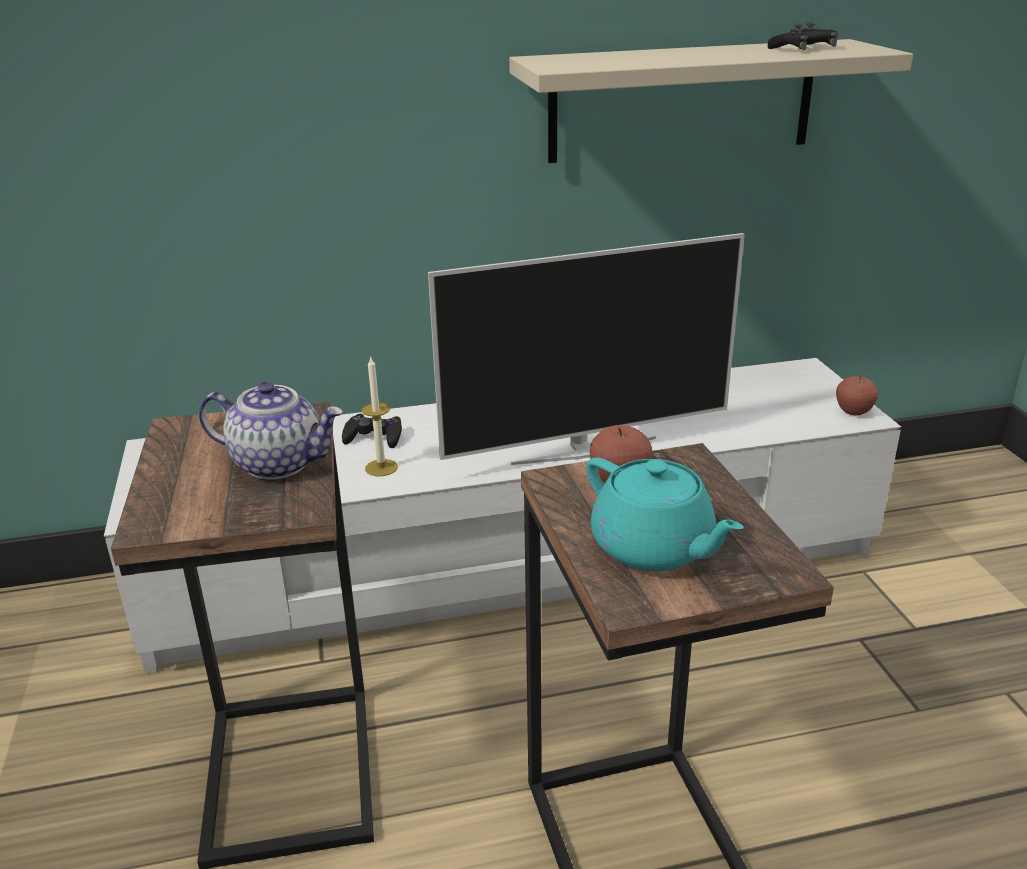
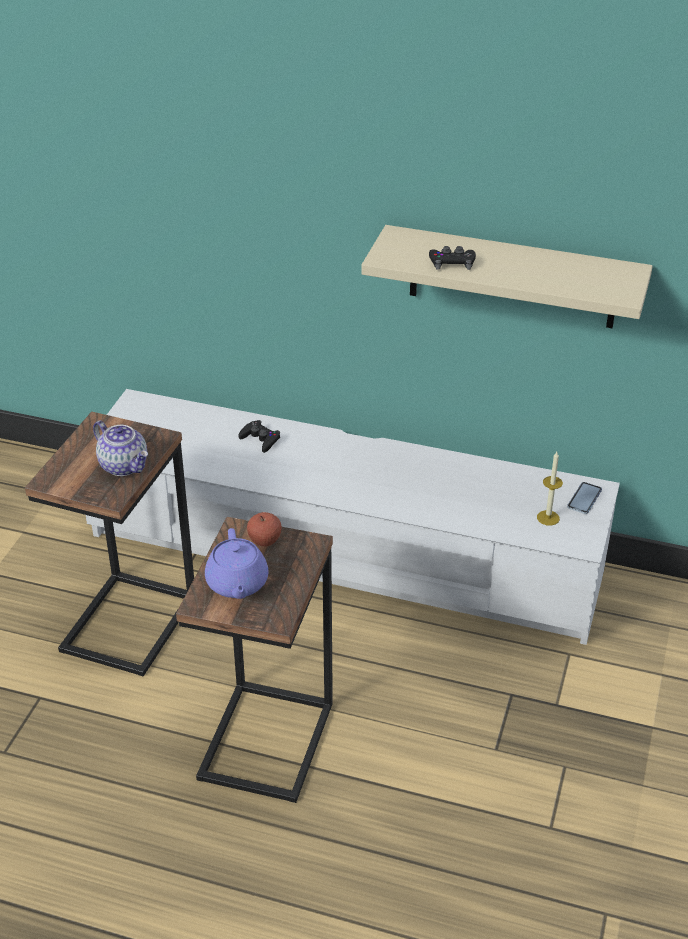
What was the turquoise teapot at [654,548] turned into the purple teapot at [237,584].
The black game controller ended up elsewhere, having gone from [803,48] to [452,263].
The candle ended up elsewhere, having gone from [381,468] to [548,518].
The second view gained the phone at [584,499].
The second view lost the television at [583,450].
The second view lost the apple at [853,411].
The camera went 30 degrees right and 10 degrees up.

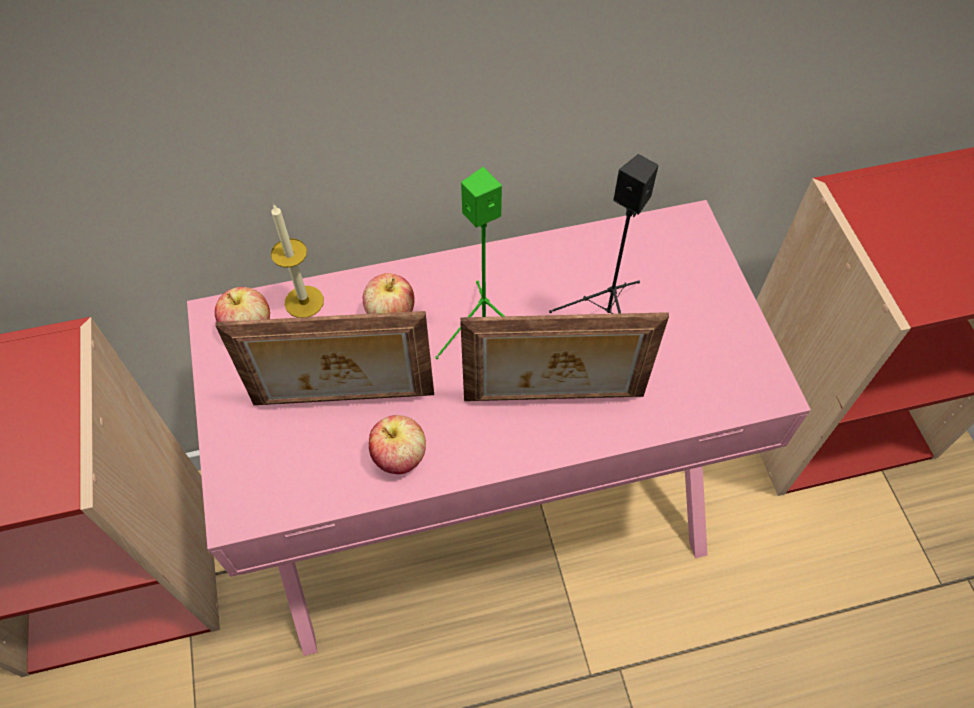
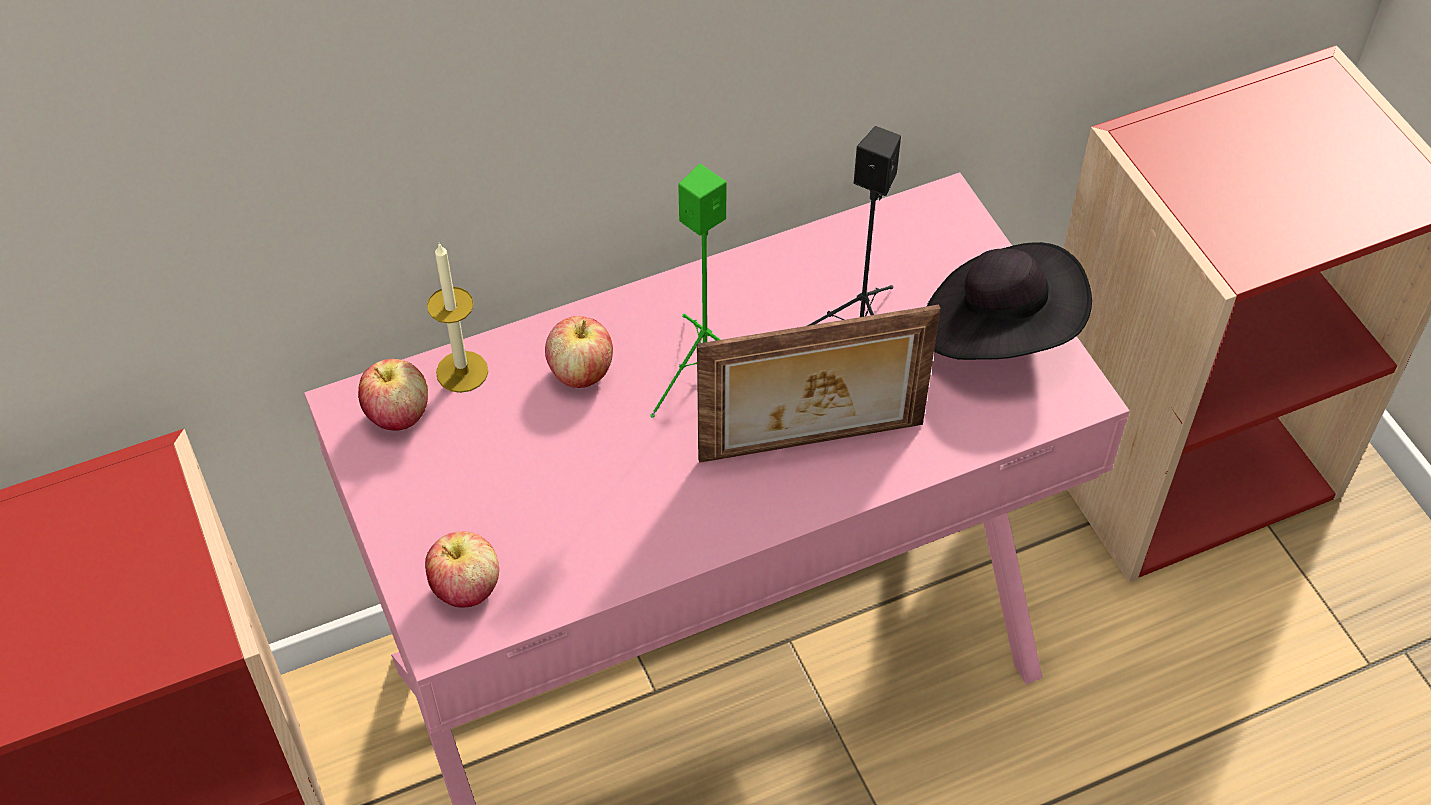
The apple ended up elsewhere, having gone from [399,457] to [466,589].
The second view gained the black hat at [999,331].
The second view lost the picture frame at [344,401].
The camera went 10 degrees left and 5 degrees down.

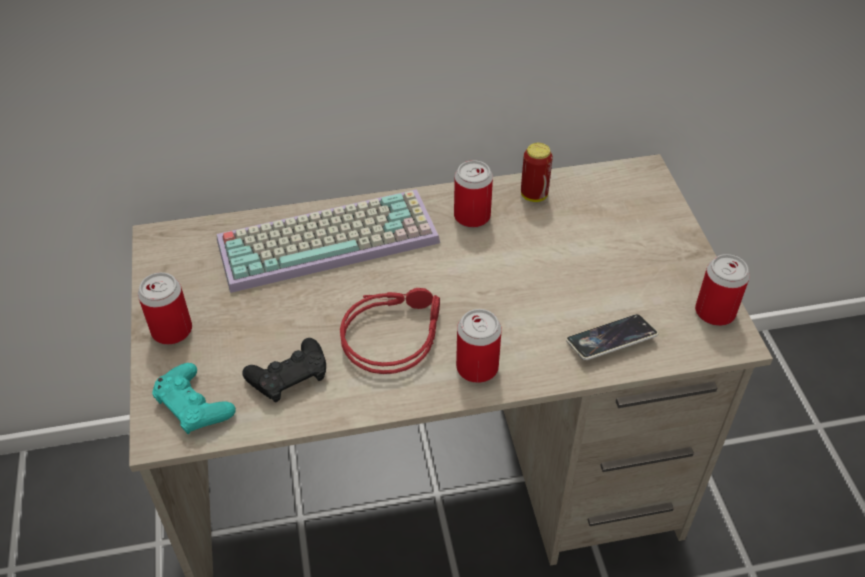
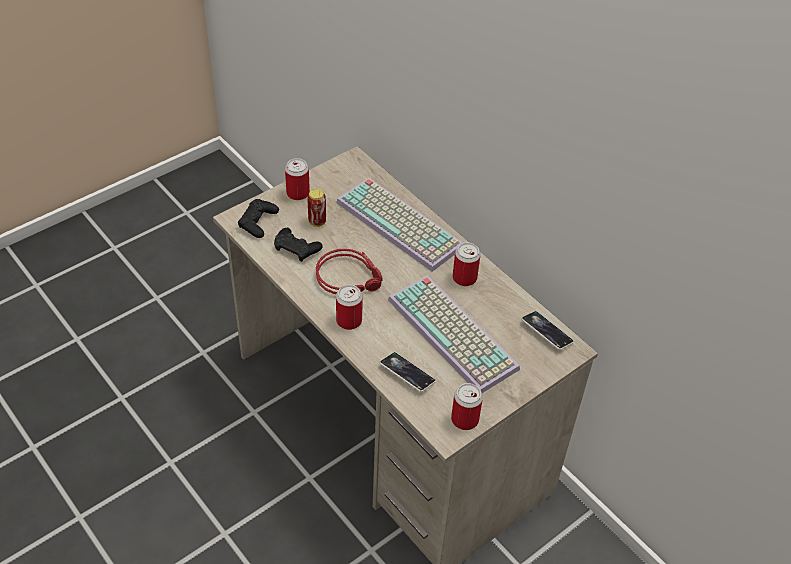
What was the turquoise game controller at [193,405] turned into the black game controller at [258,222].
The can ended up elsewhere, having gone from [534,195] to [317,222].
The second view gained the keyboard at [455,334].
The second view gained the phone at [546,332].
The camera went 60 degrees right and 0 degrees up.

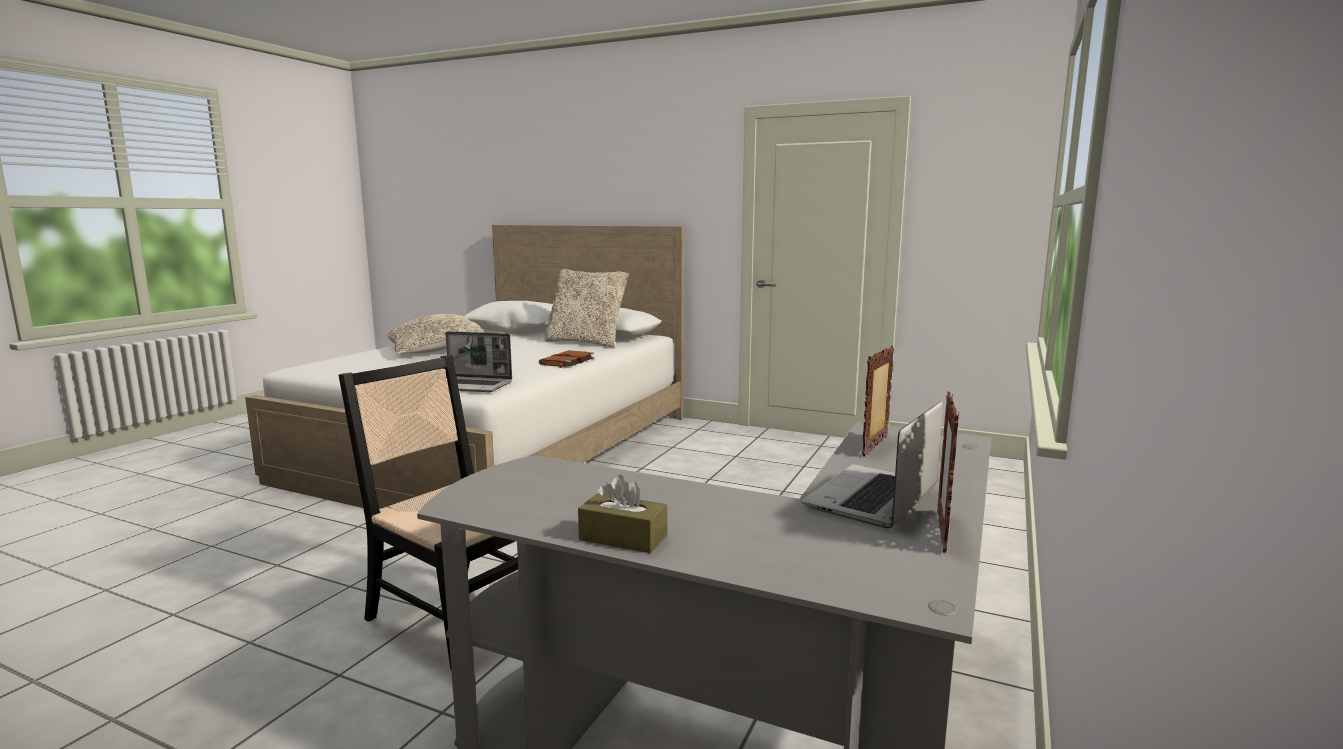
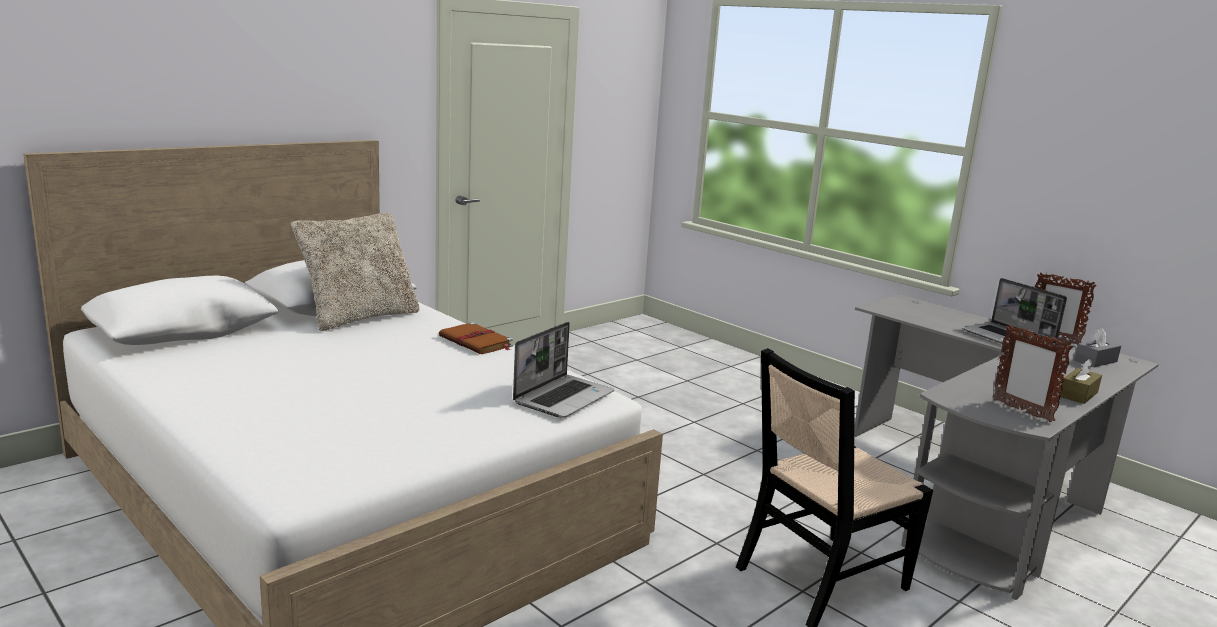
The picture frame ended up elsewhere, having gone from [876,446] to [1021,411].
The second view gained the grey tissue box at [1095,361].
The second view lost the beige pillow at [435,349].
The camera went 70 degrees left and 5 degrees up.

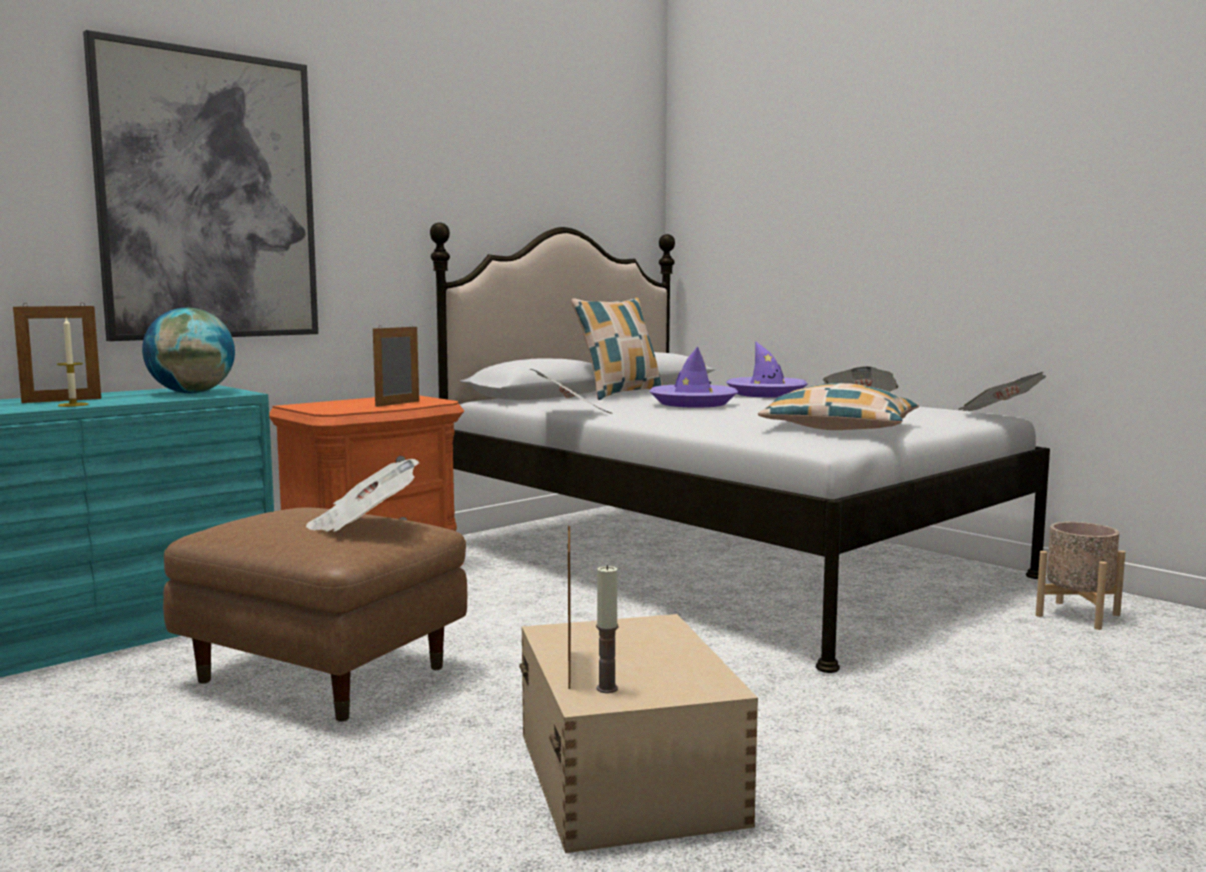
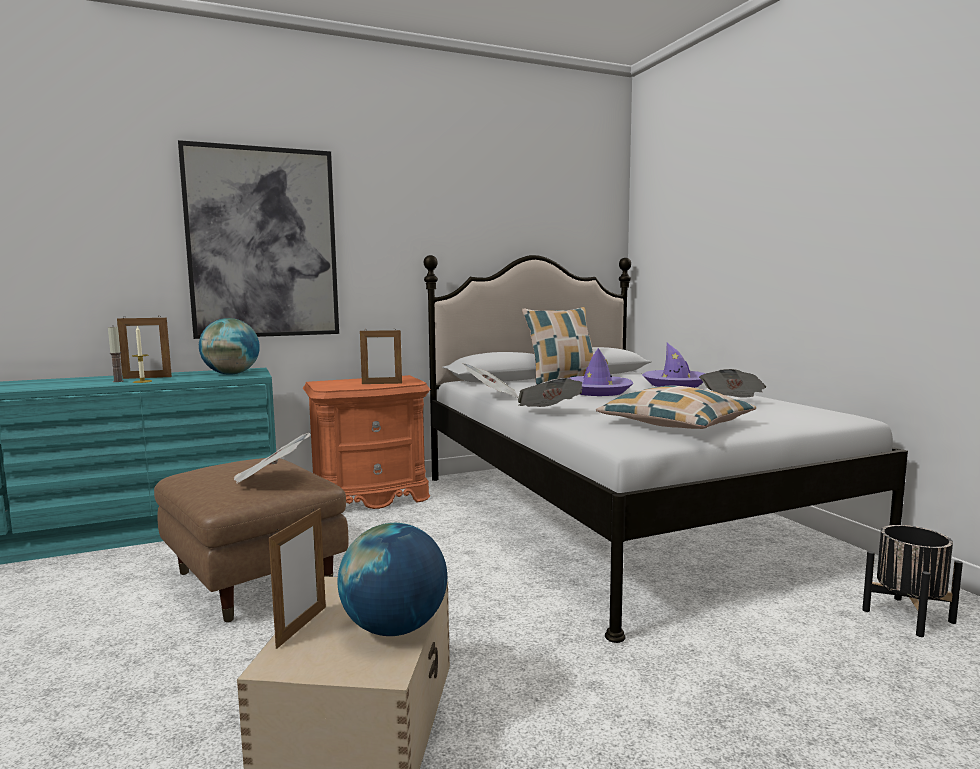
The candle ended up elsewhere, having gone from [607,688] to [118,381].
The second view gained the globe at [394,628].
The picture frame at [397,404] ended up facing another way, 150 degrees counterclockwise from before.
The newspaper ended up elsewhere, having gone from [999,415] to [549,412].
What was the beige planter at [1077,615] turned into the black planter at [907,616].
The camera went 20 degrees right and 0 degrees up.

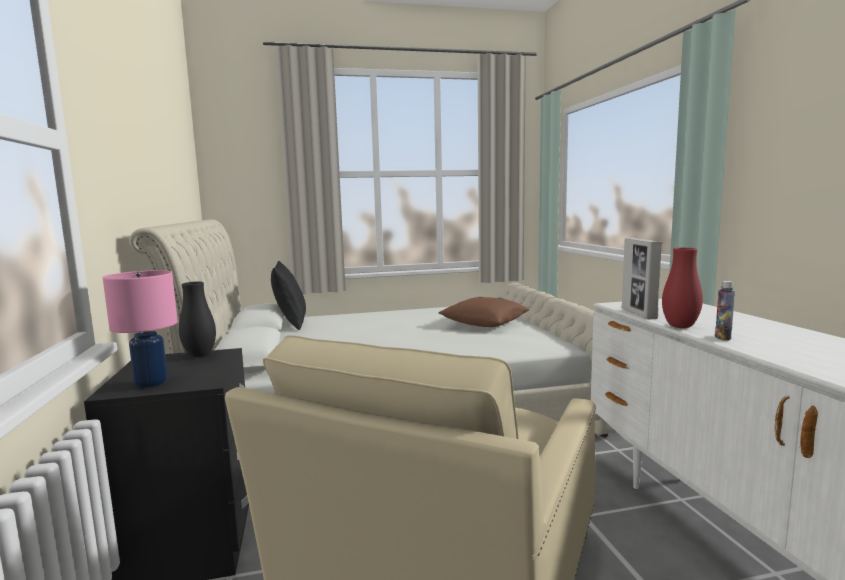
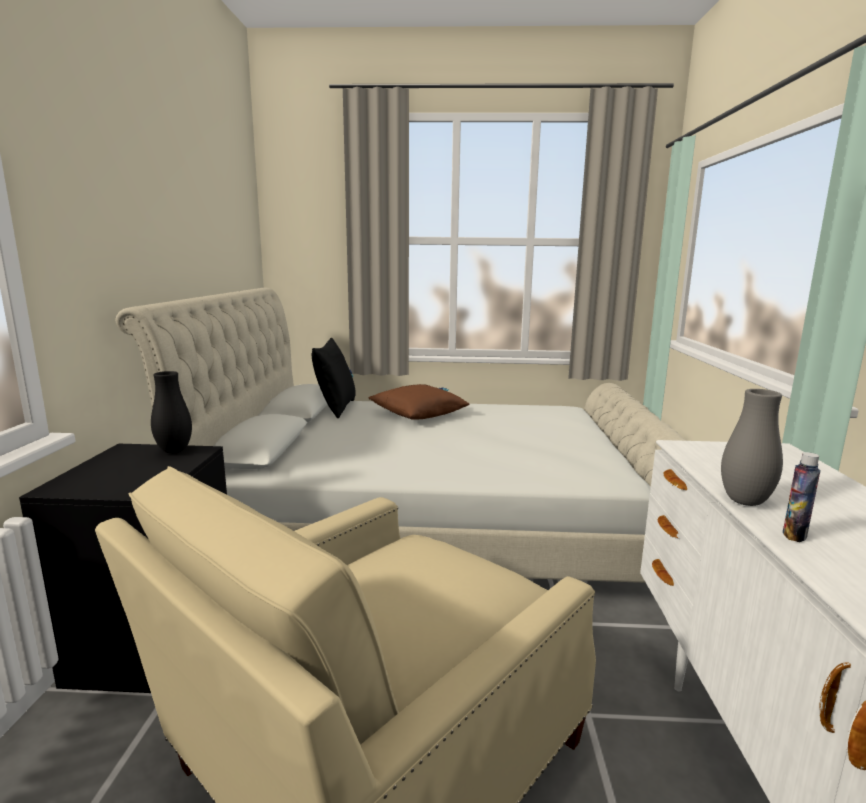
The brown pillow ended up elsewhere, having gone from [484,324] to [418,415].
What was the red vase at [680,326] turned into the grey vase at [744,501].
The second view lost the pink table lamp at [149,383].
The second view lost the picture frame at [639,314].
The camera went 15 degrees right and 5 degrees up.

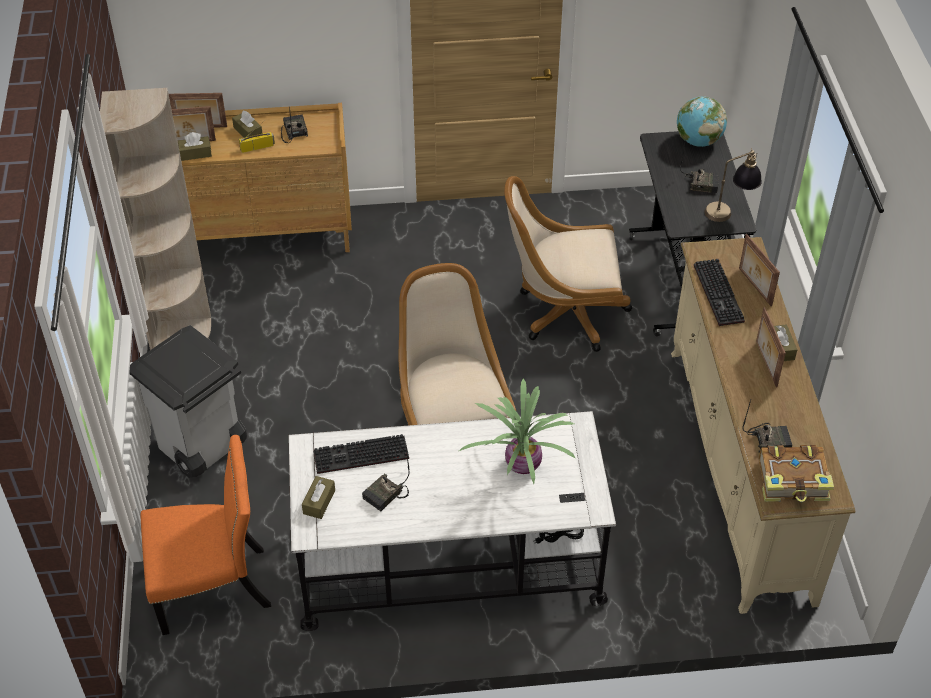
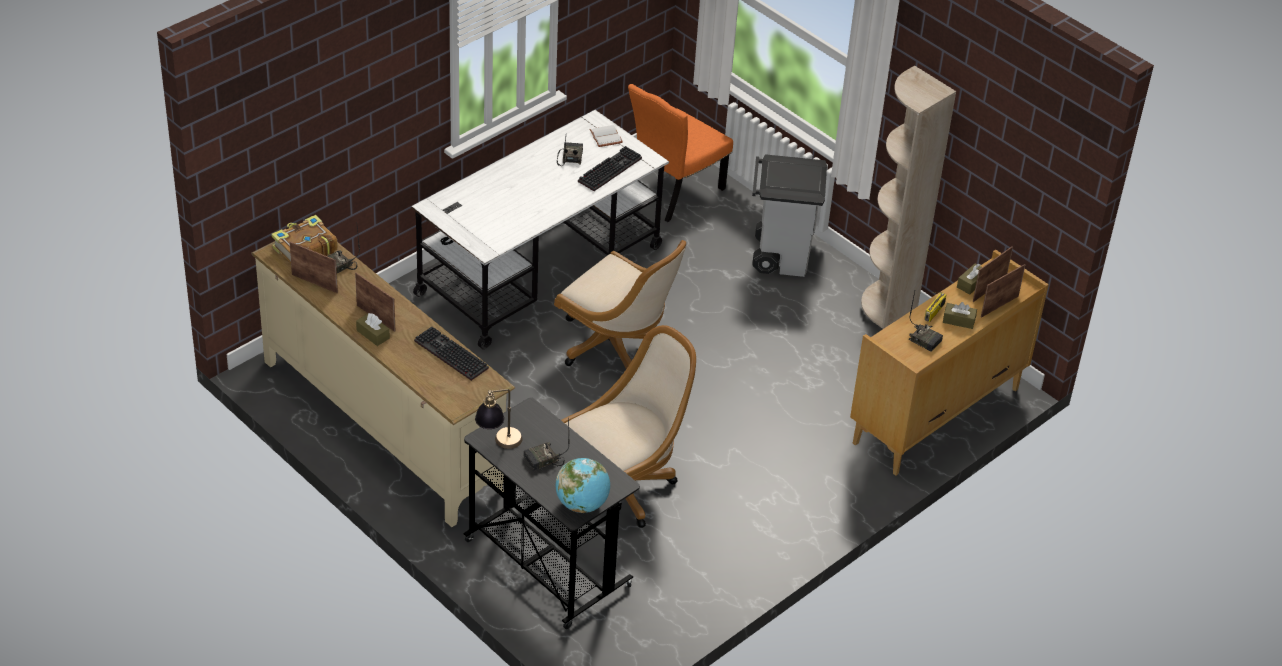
The picture frame ended up elsewhere, having gone from [754,287] to [315,283].
Where the brown tissue box stood at [319,502], the white book came to stand at [607,137].
The second view lost the potted plant at [520,464].
The camera went 140 degrees right and 5 degrees down.

